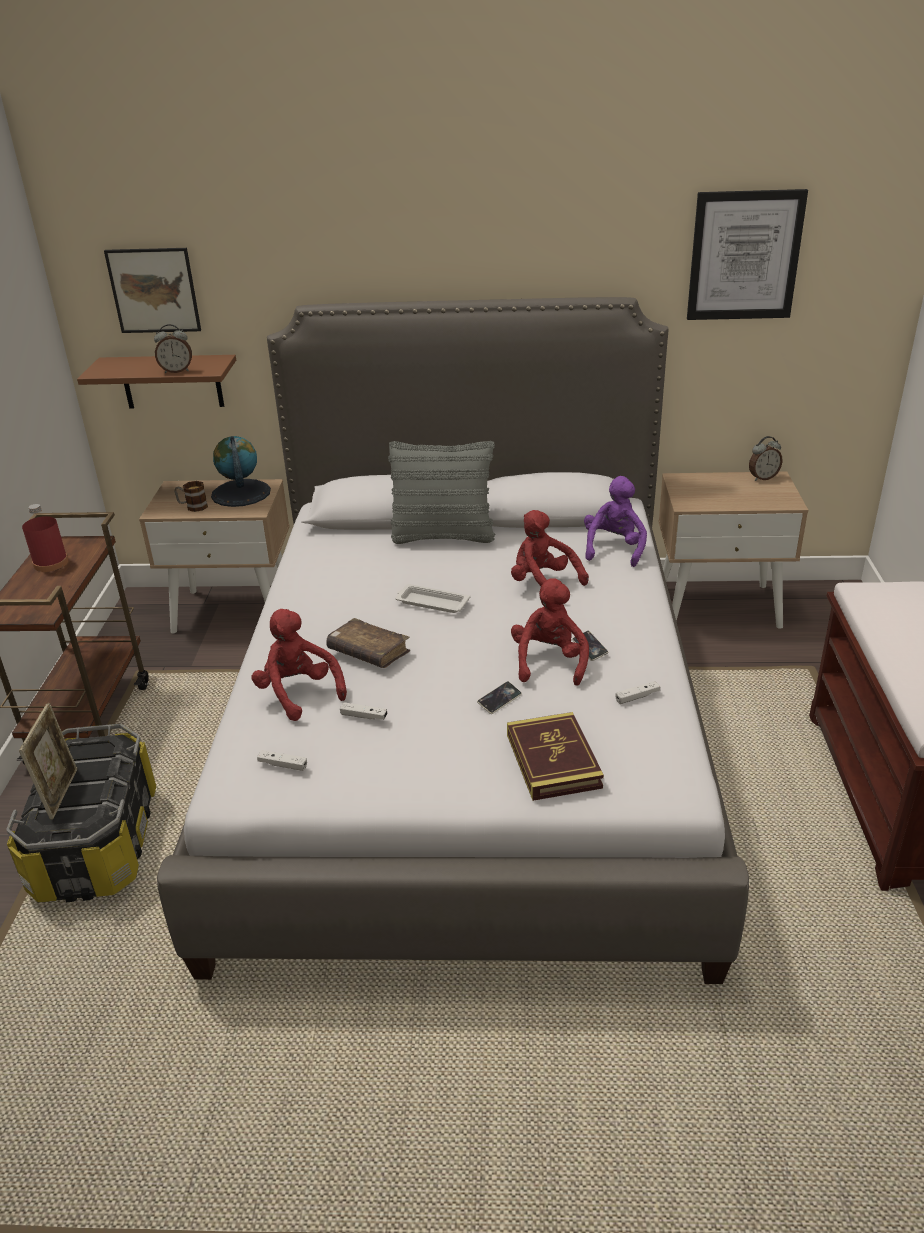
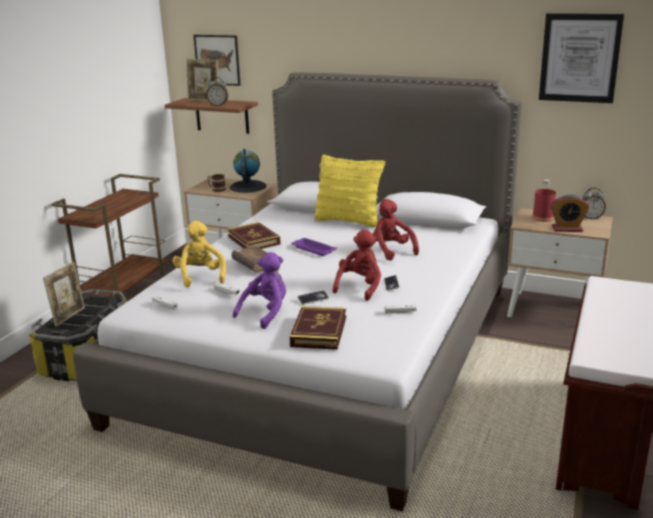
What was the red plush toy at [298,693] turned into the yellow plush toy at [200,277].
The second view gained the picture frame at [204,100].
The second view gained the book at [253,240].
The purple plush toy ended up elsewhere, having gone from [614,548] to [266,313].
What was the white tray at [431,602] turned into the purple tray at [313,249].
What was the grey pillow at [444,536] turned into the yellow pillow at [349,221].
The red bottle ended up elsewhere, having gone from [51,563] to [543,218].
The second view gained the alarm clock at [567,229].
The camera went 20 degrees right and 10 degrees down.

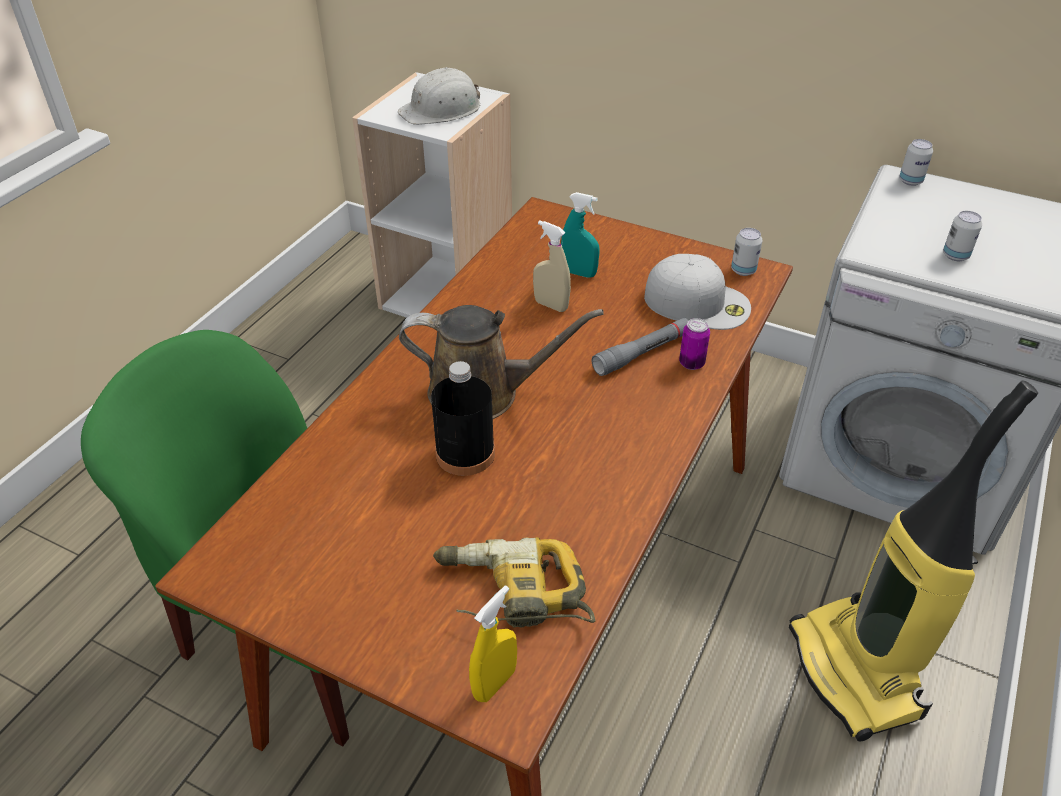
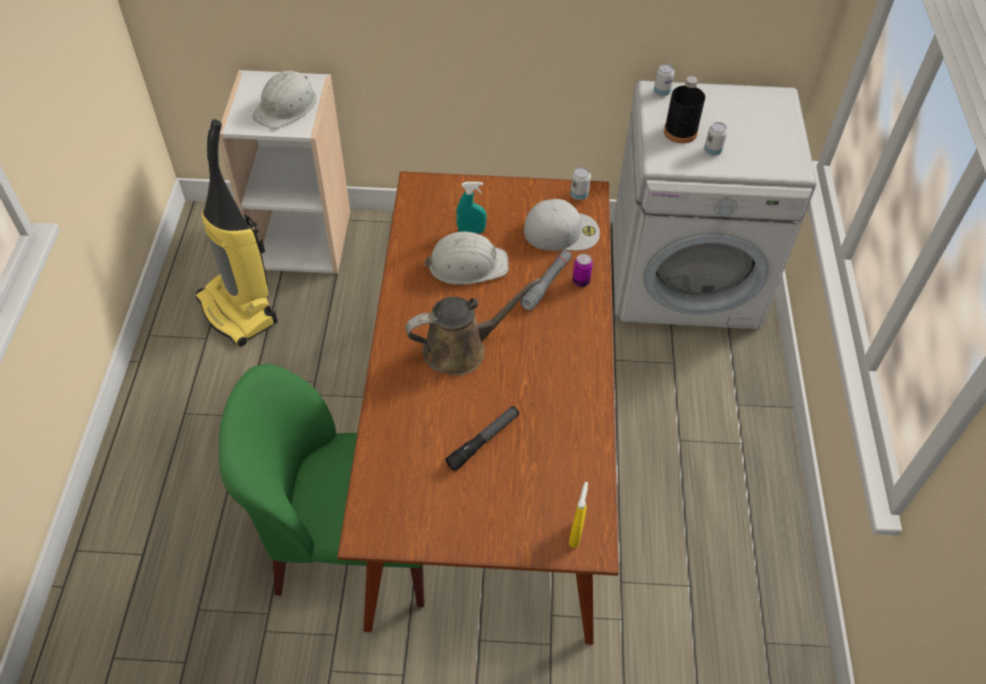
The vacuum cleaner ended up elsewhere, having gone from [857,672] to [239,310].
Where the beige spray bottle stood at [551,305], the white hard hat came to stand at [467,264].
The second view gained the flashlight at [483,441].
The black bottle ended up elsewhere, having gone from [465,453] to [680,132].
The second view lost the power drill at [512,594].
The camera went 25 degrees left and 10 degrees up.

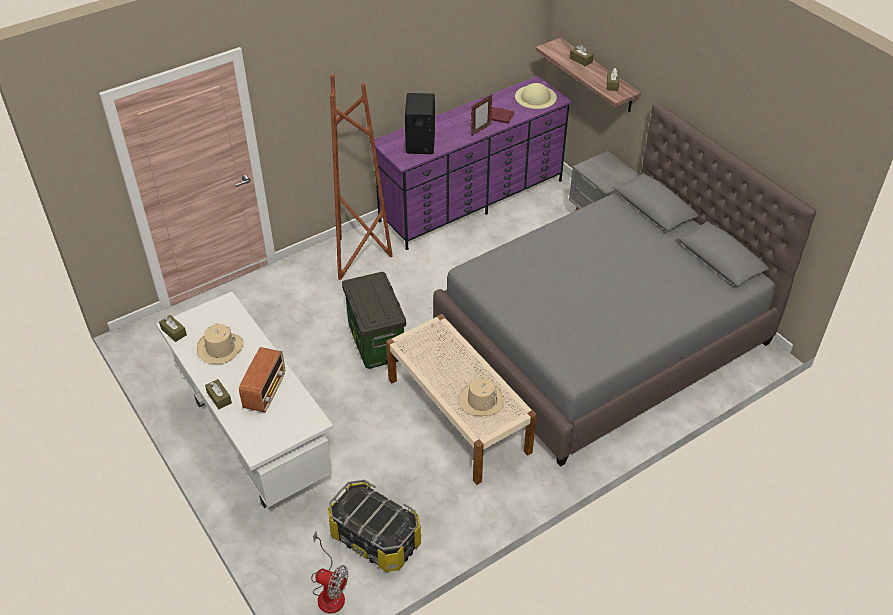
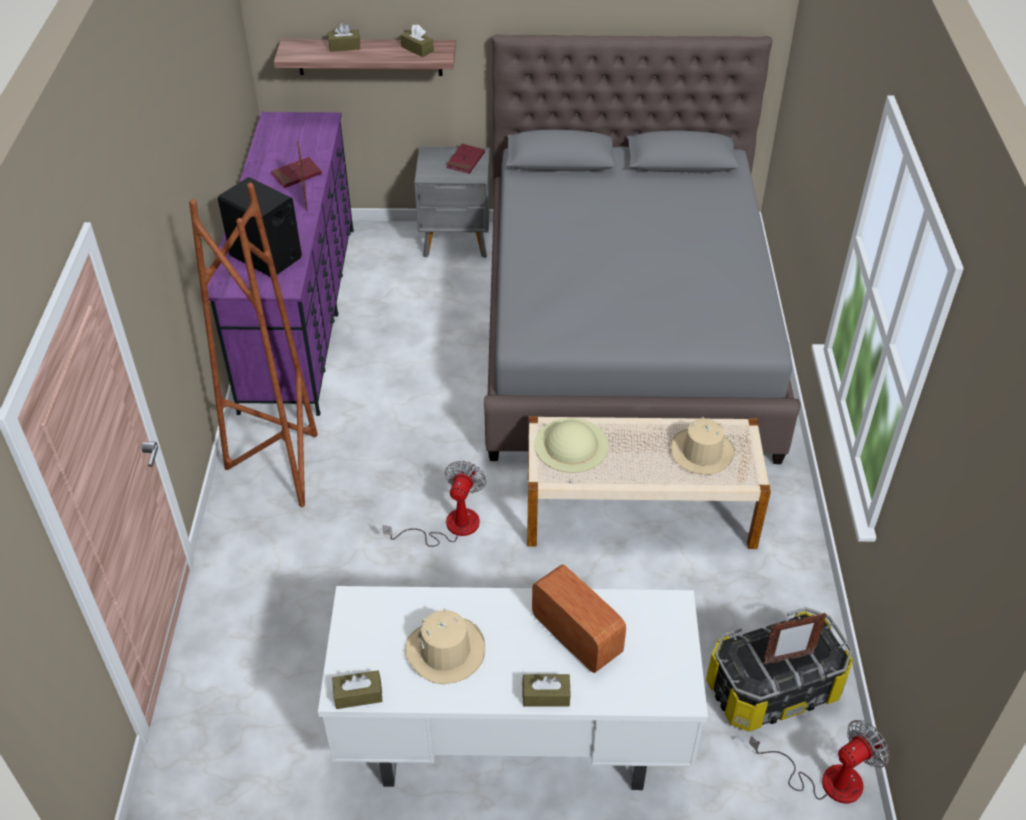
Where the storage box stood at [375,341], the fan came to stand at [450,526].
The second view gained the red book at [465,161].
The beige hat ended up elsewhere, having gone from [535,97] to [571,445].
The second view gained the picture frame at [787,659].
The camera went 55 degrees left and 0 degrees up.

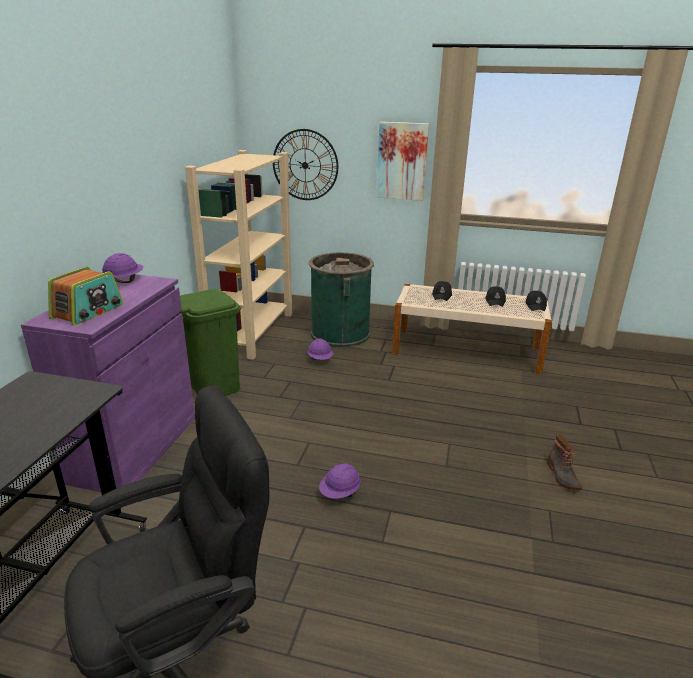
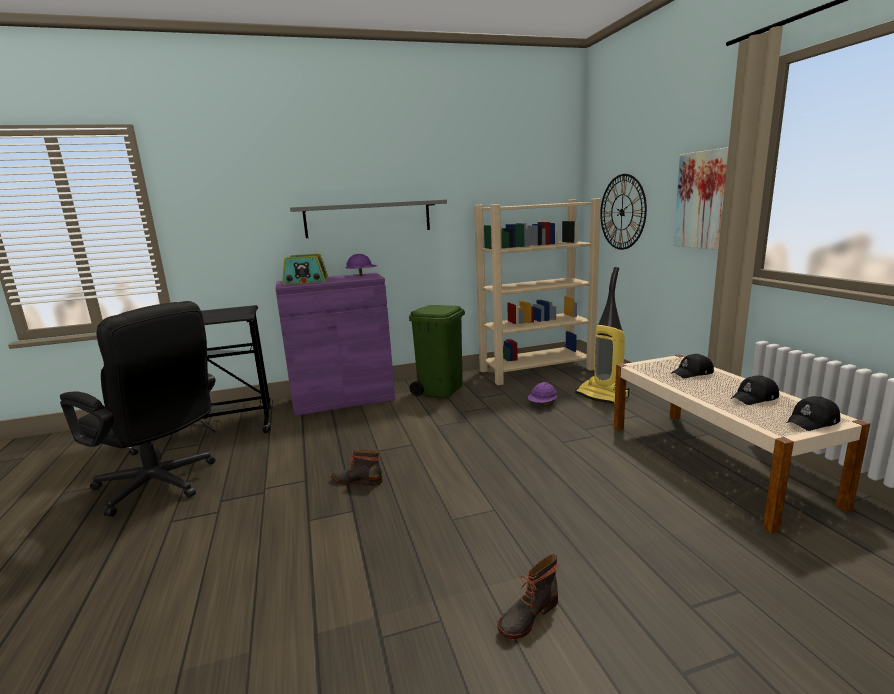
The second view gained the grey shelf at [368,219].
Where the purple hard hat stood at [340,493], the boot came to stand at [357,480].
Where the green trash can stood at [340,334], the vacuum cleaner came to stand at [603,396].
The camera went 60 degrees right and 10 degrees down.

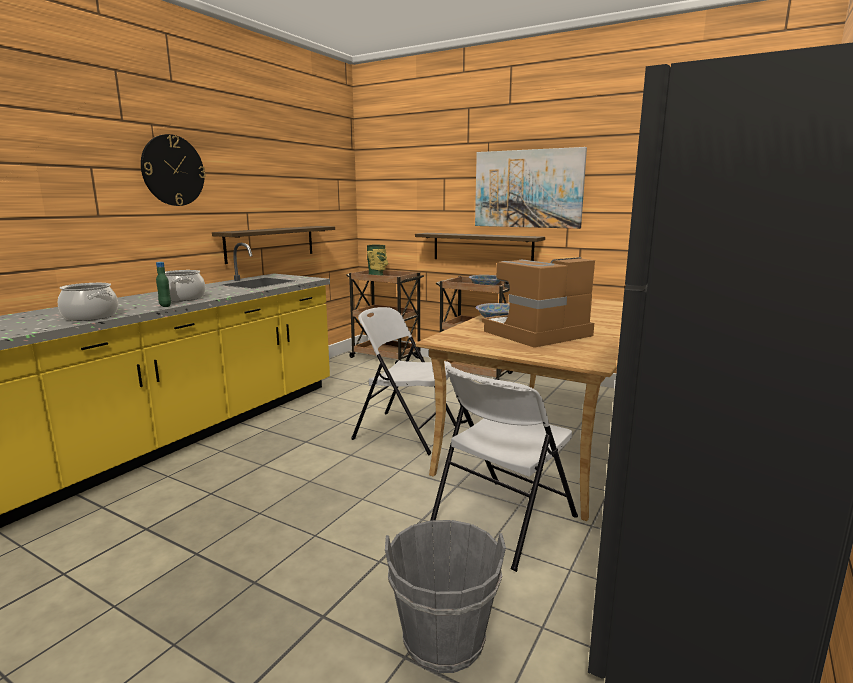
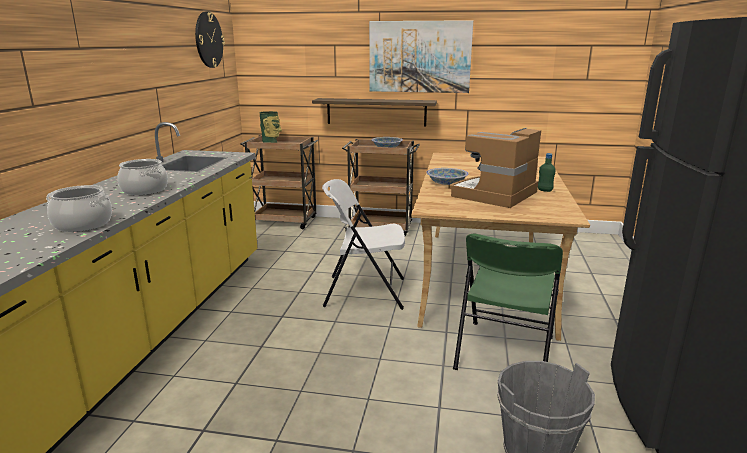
The wall clock ended up elsewhere, having gone from [173,170] to [208,40].
What was the white chair at [503,521] turned into the green chair at [504,353].
The green bottle ended up elsewhere, having gone from [165,306] to [544,190].
The second view lost the shelf at [271,243].
The camera went 20 degrees left and 5 degrees up.

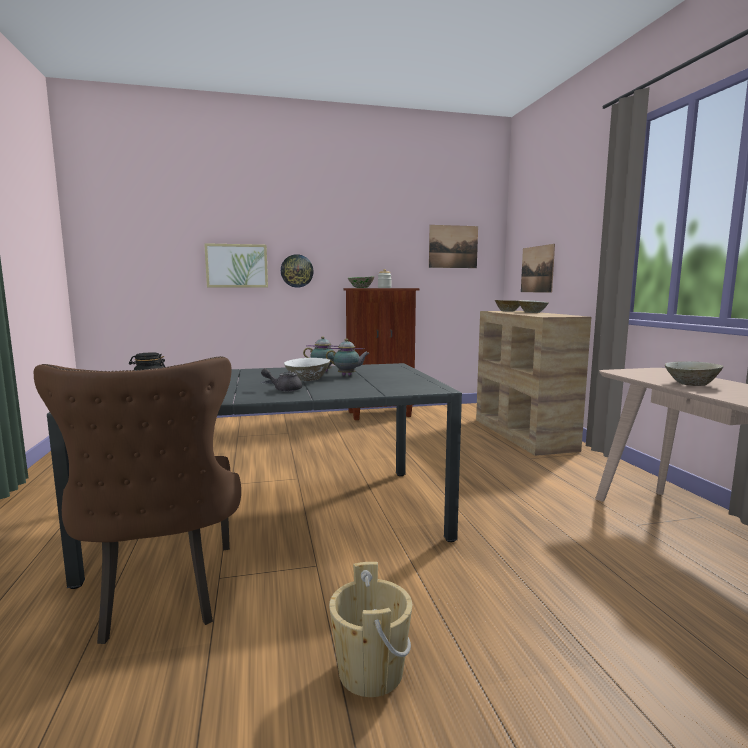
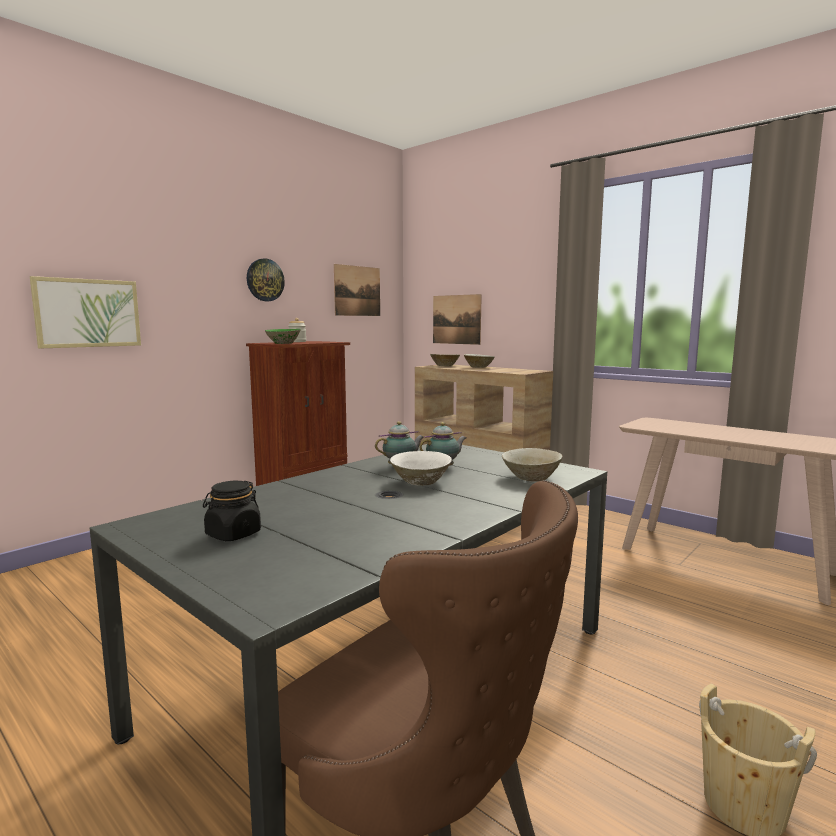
The wall clock ended up elsewhere, having gone from [297,271] to [265,280].
The beige bowl ended up elsewhere, having gone from [691,384] to [531,478].
The second view lost the grey teapot at [284,389].
The camera went 35 degrees left and 0 degrees up.

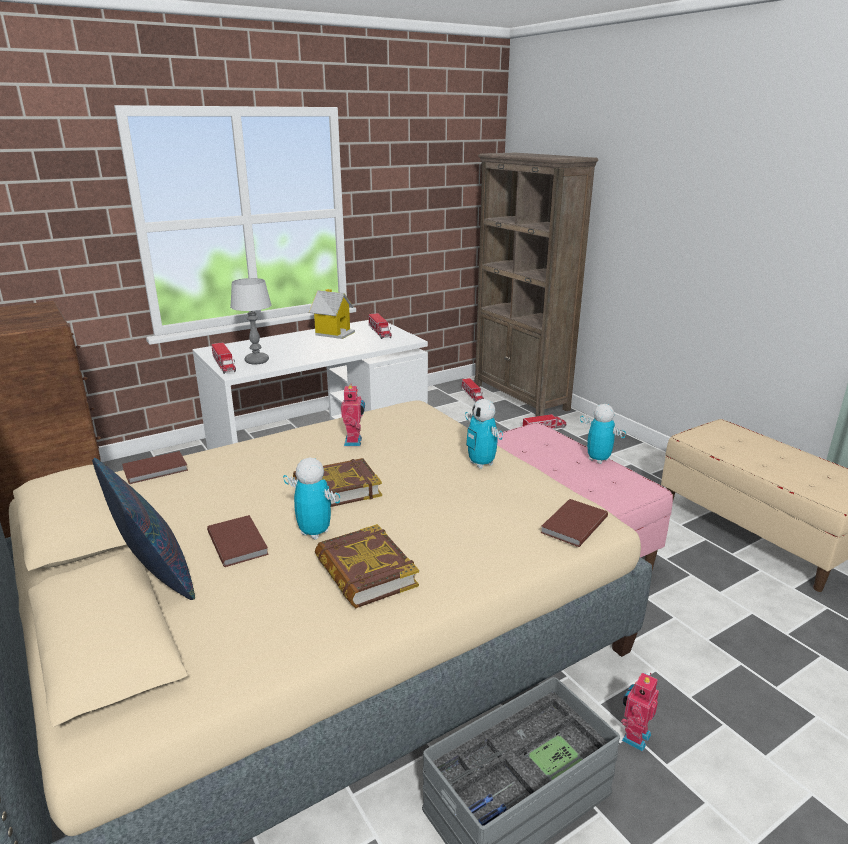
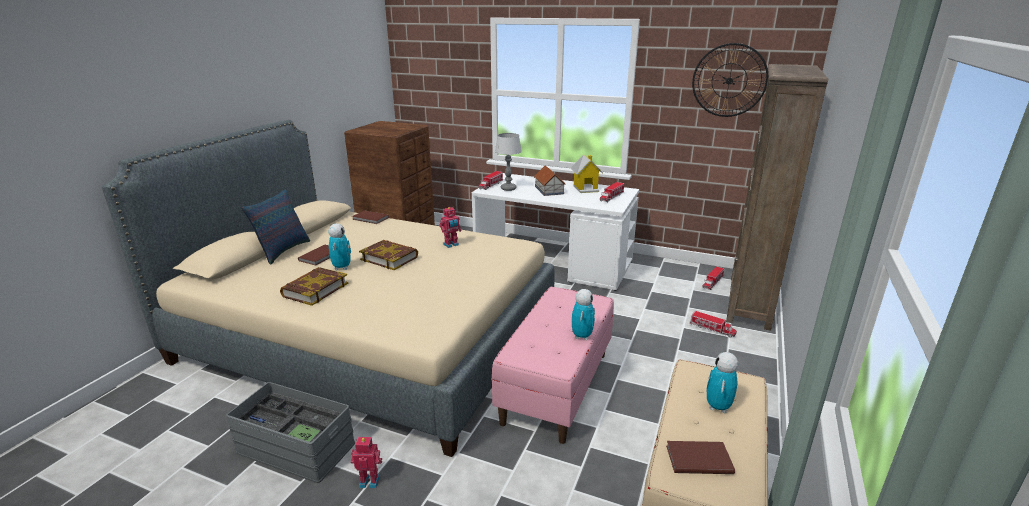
The second view gained the toy house at [549,190].
The brown book ended up elsewhere, having gone from [572,525] to [697,458].
The second view gained the wall clock at [729,80].
The toy robot ended up elsewhere, having gone from [481,464] to [717,407].
The camera went 55 degrees right and 0 degrees up.

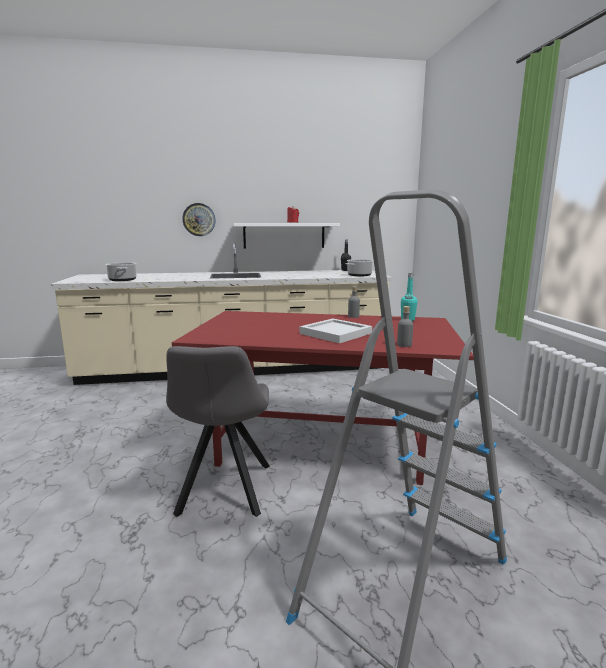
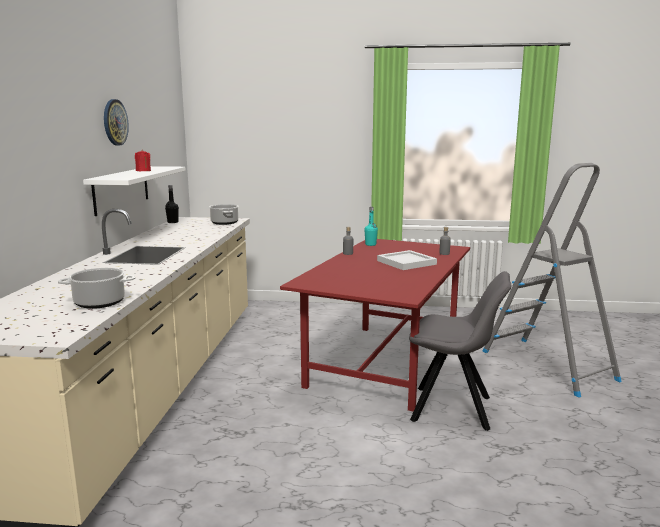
The wall clock ended up elsewhere, having gone from [199,219] to [114,122].
The camera went 75 degrees left and 0 degrees up.

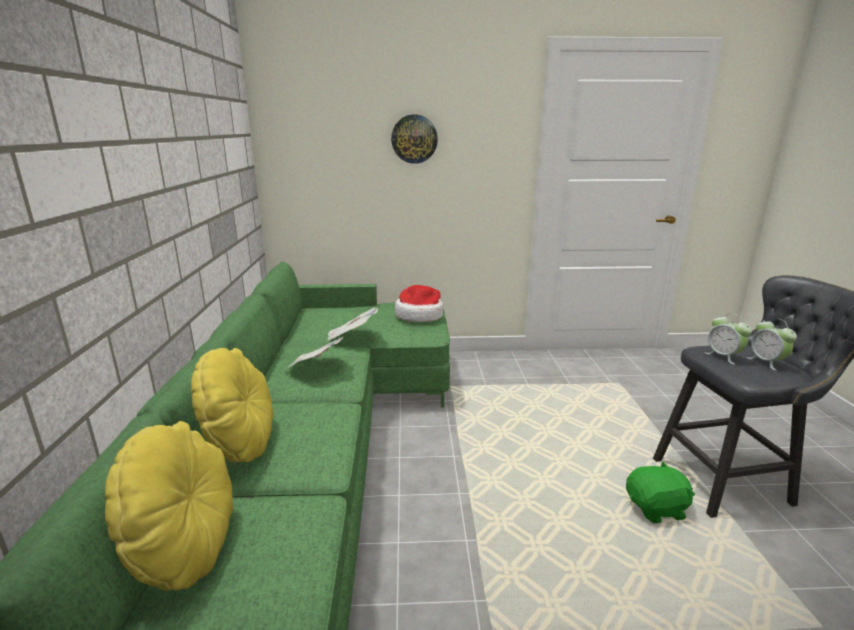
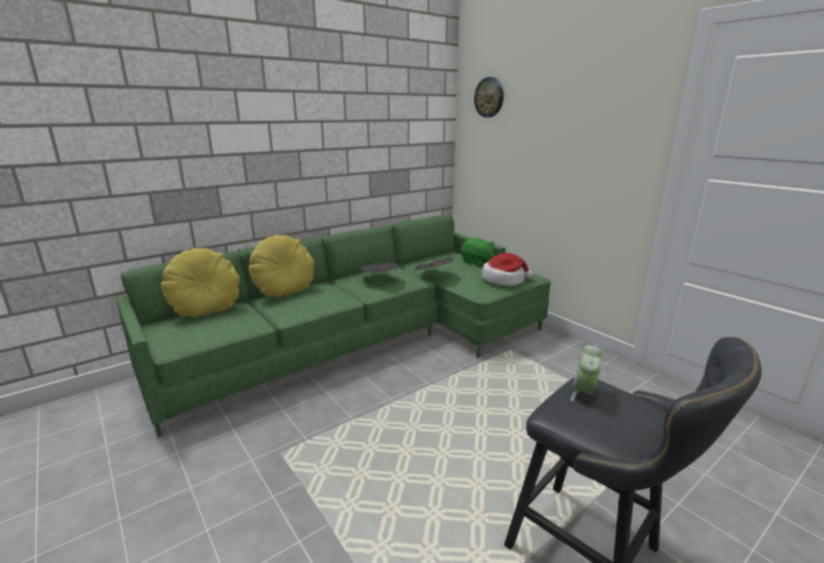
The green plush toy ended up elsewhere, having gone from [656,509] to [477,262].
The wall clock ended up elsewhere, having gone from [414,139] to [489,97].
The second view lost the alarm clock at [766,362].
The camera went 55 degrees right and 0 degrees up.

